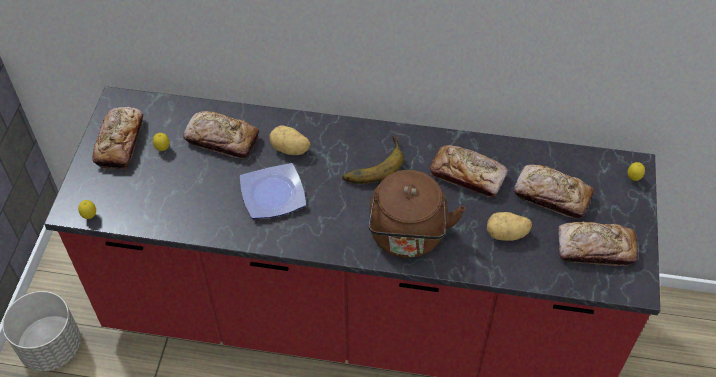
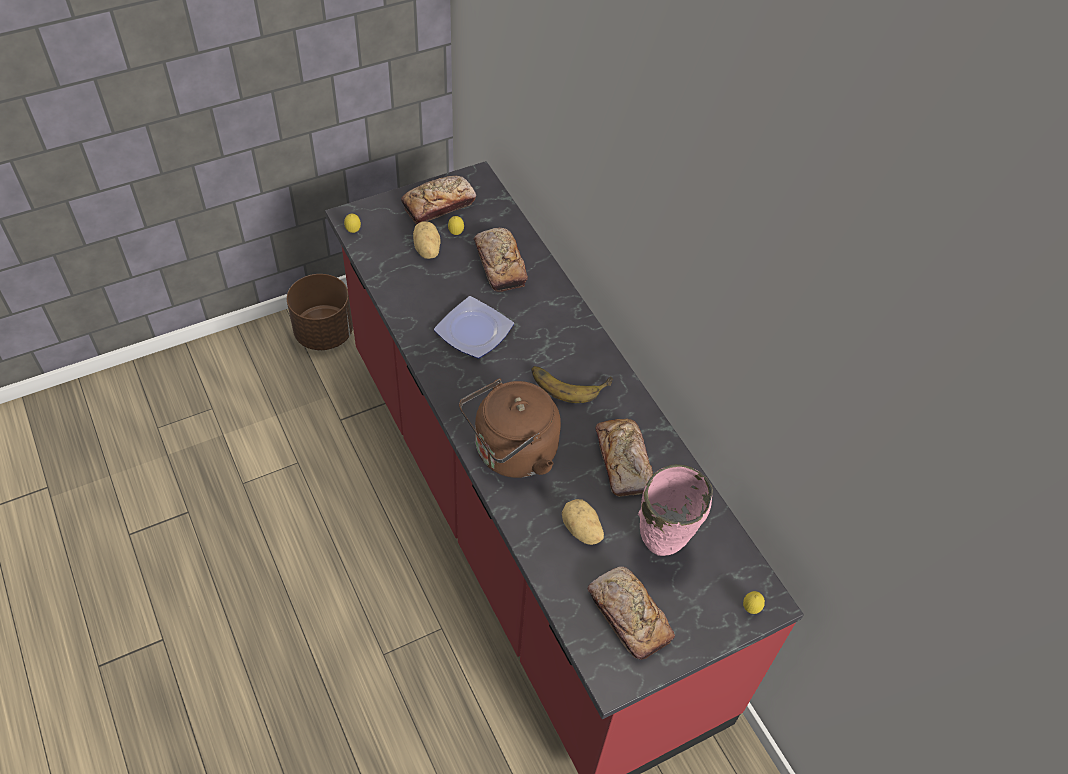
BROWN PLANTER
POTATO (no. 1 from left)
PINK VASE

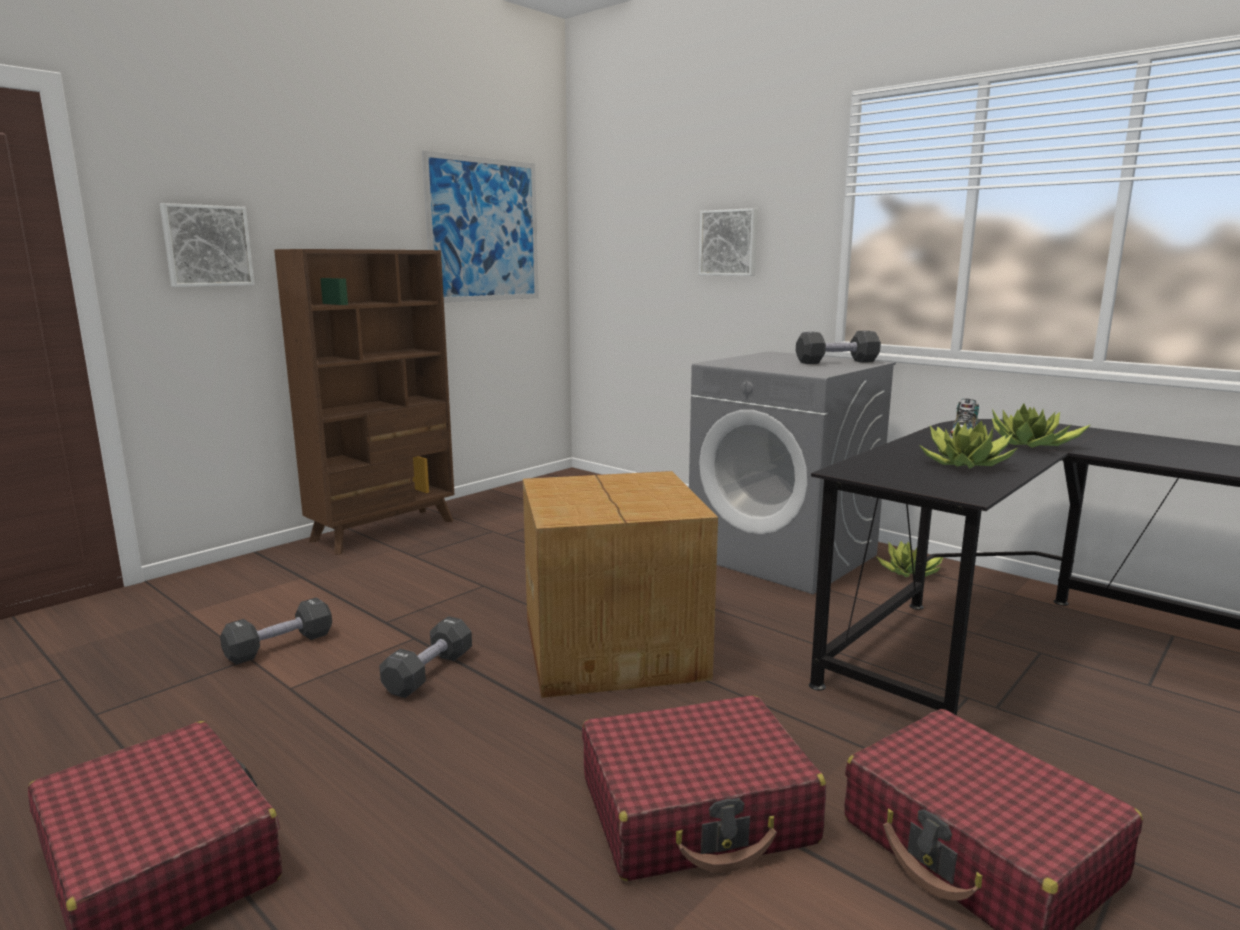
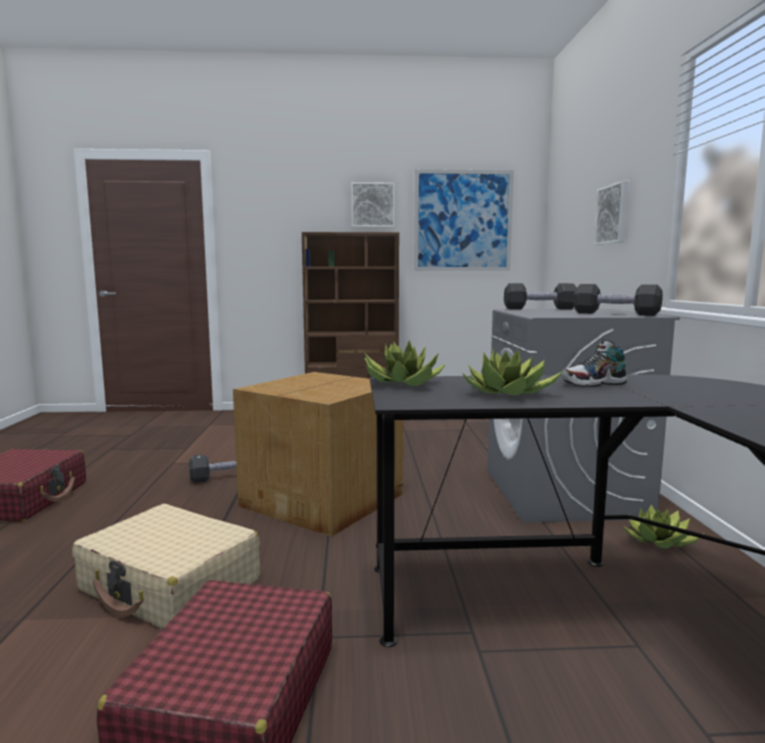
BEIGE SUITCASE
PICTURE (no. 1 from left)
POTTED PLANT (no. 1 from left)
BLACK DUMBBELL (no. 2 from left)

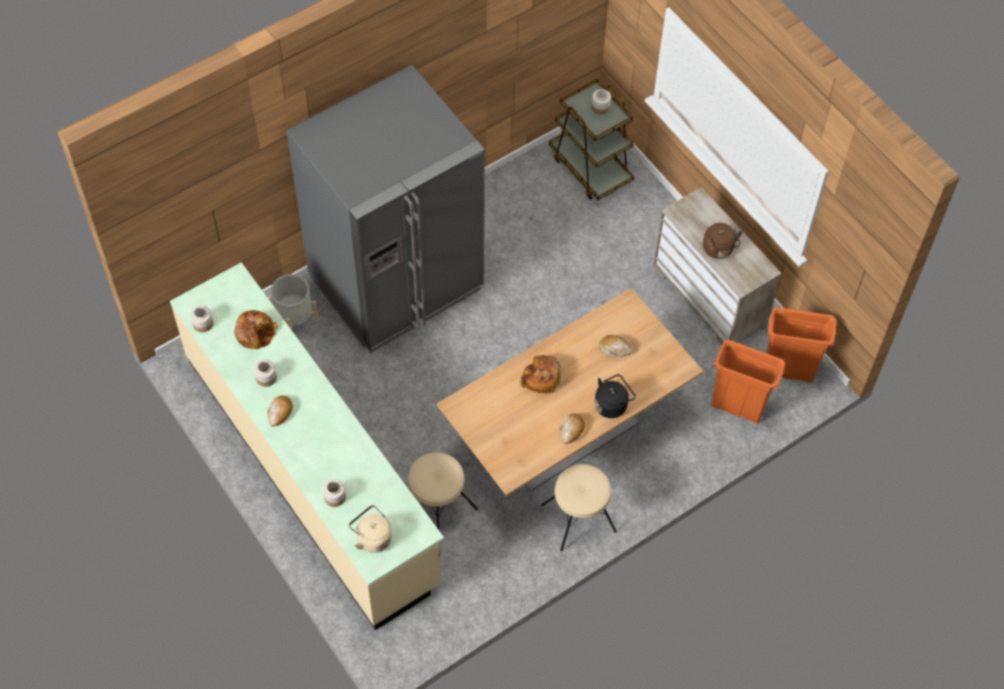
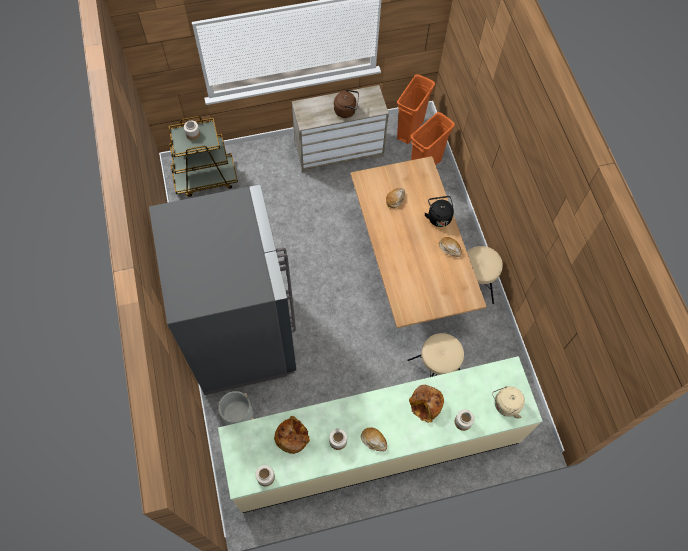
BREAD (no. 4 from left)

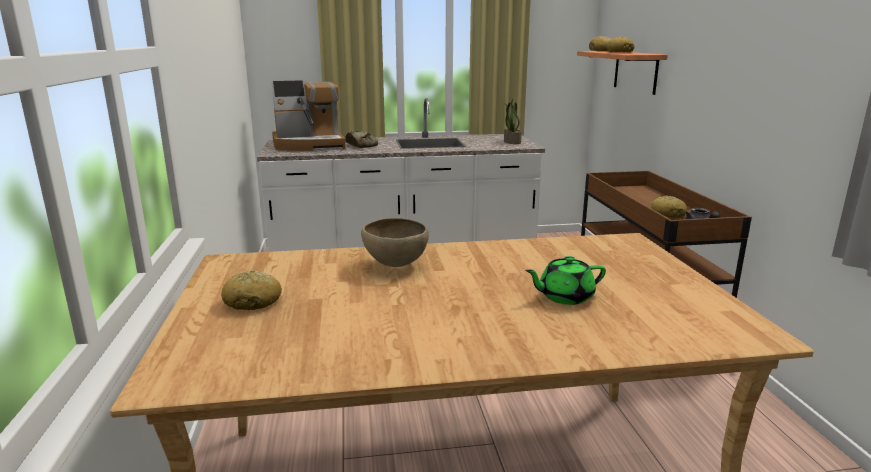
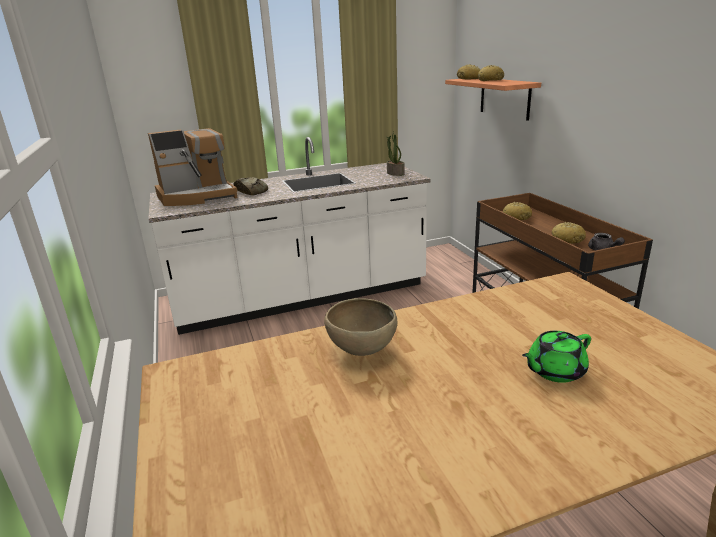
BREAD (no. 4 from left)

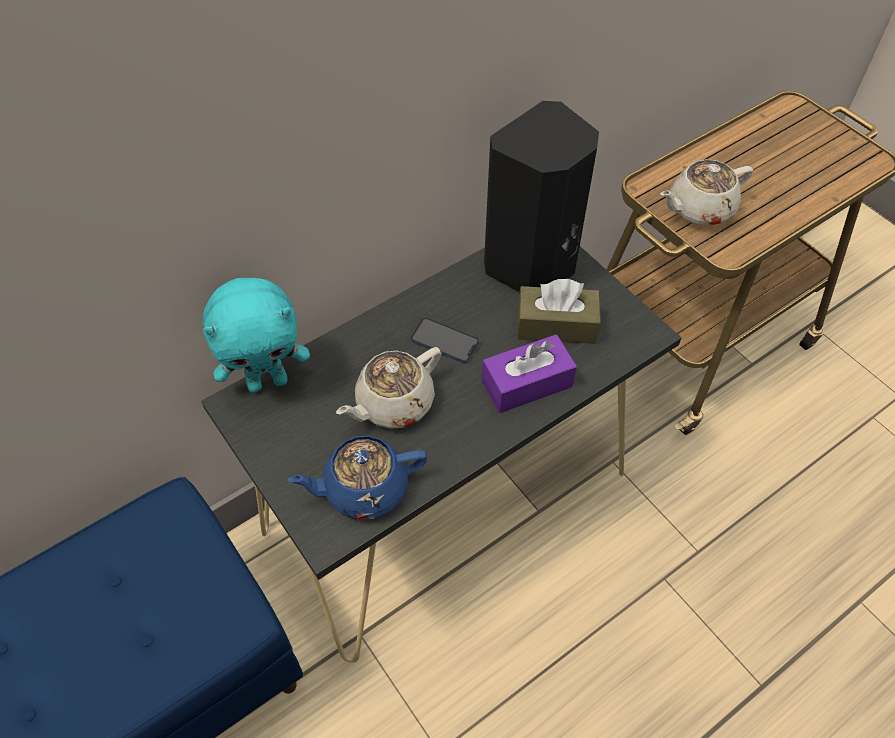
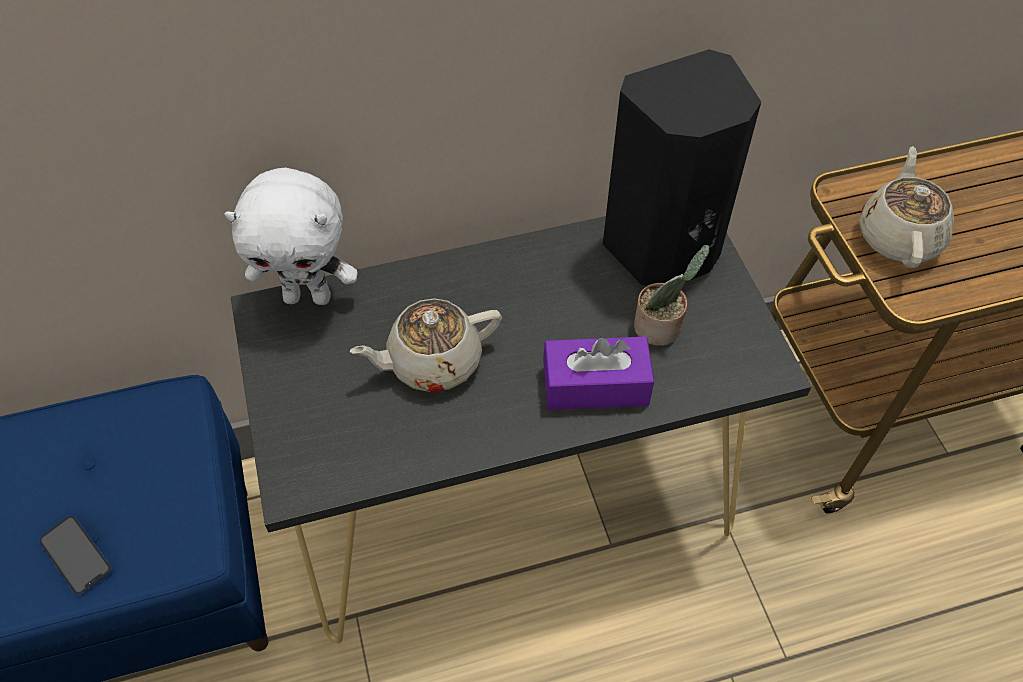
PHONE
WHITE PLUSH TOY
POTTED PLANT
BEIGE TEAPOT (no. 2 from left)
BLUE TEAPOT

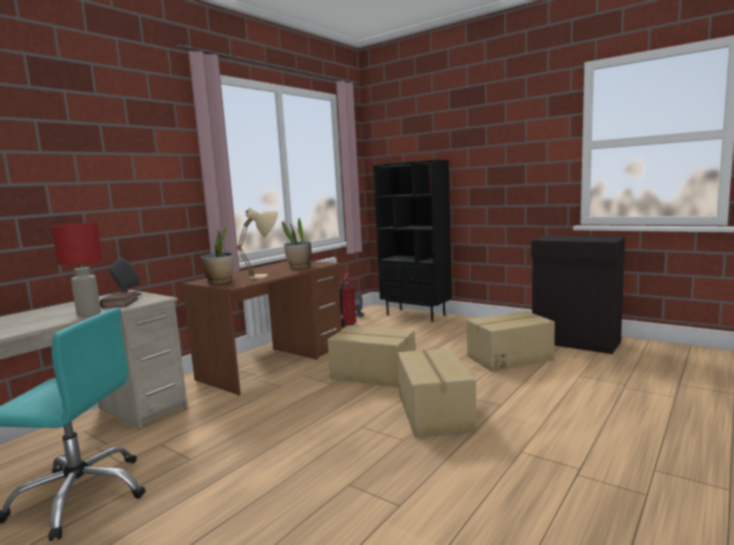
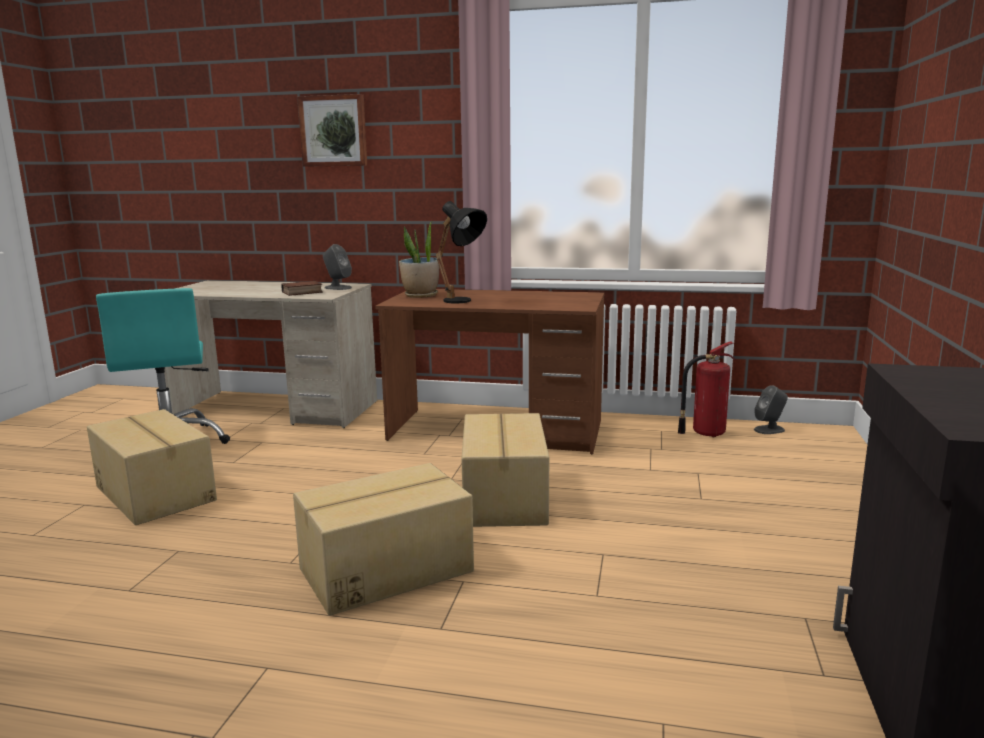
CARDBOARD BOX (no. 1 from left)
PICTURE
BLACK TABLE LAMP
RED TABLE LAMP
POTTED PLANT (no. 2 from left in the first image)
BLACK BOOKCASE

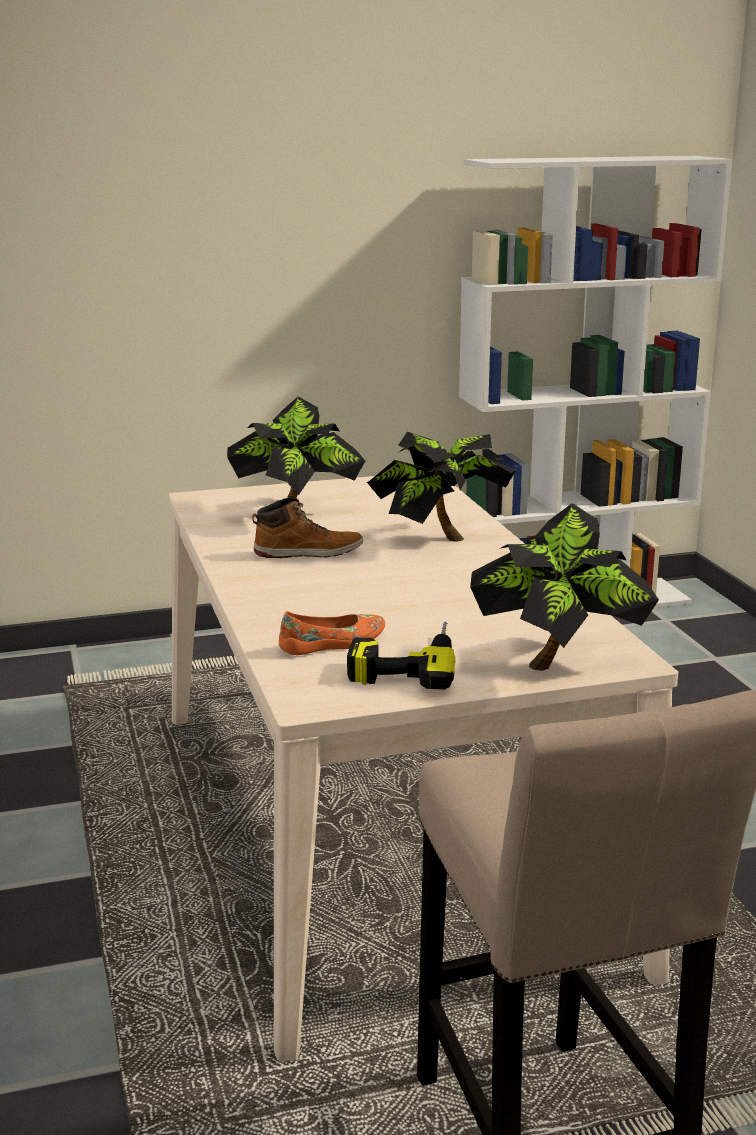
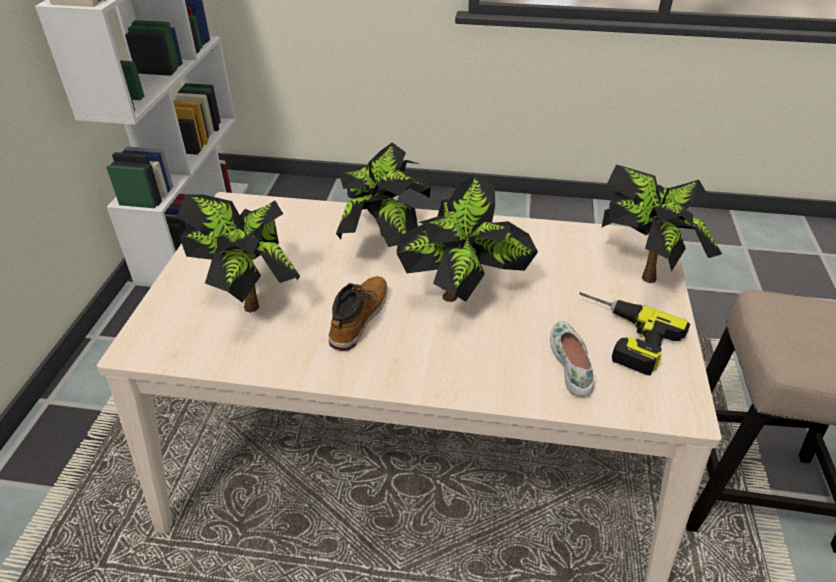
POTTED PLANT (no. 3 from left)
WHITE SHOE

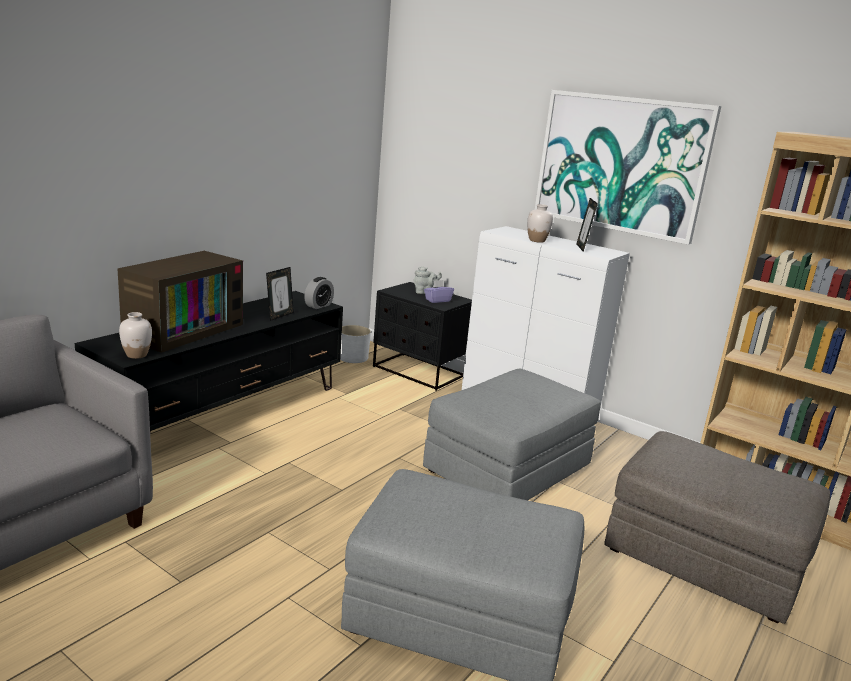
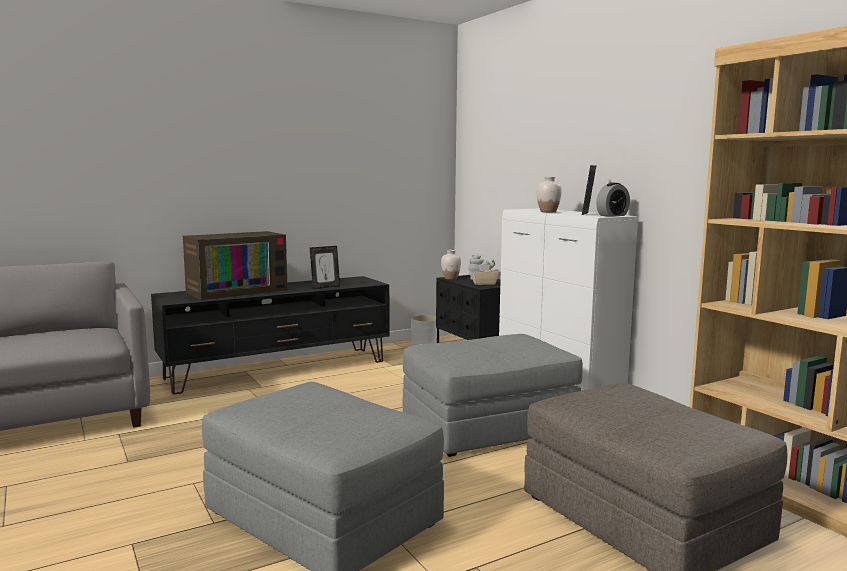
WHITE VASE (no. 1 from left)
BEIGE TISSUE BOX
ALARM CLOCK
PICTURE

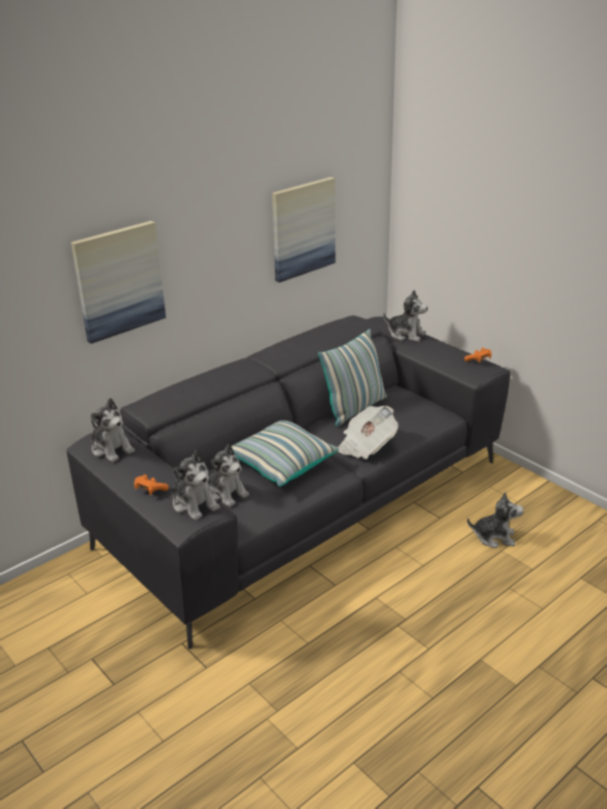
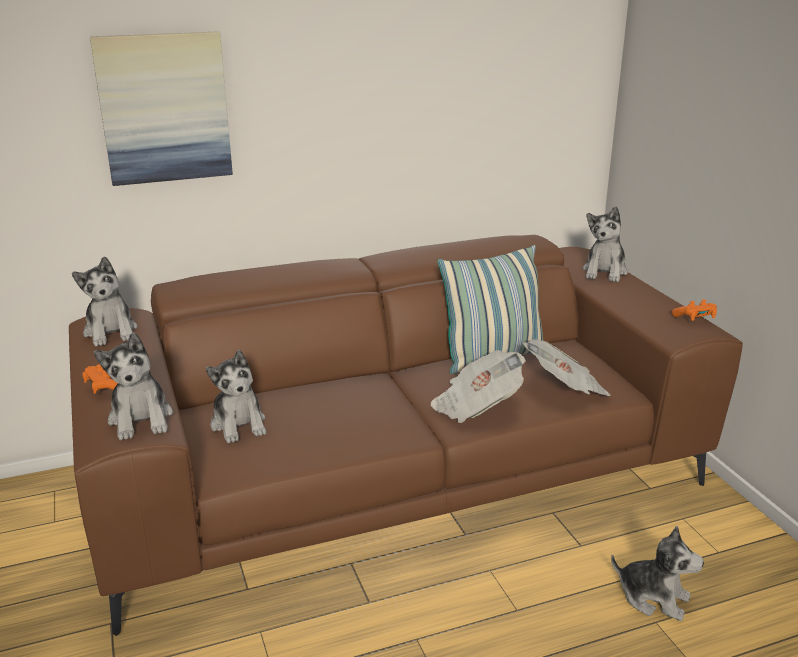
BROWN SOFA
NEWSPAPER (no. 2 from left)
PLUSH TOY (no. 4 from left)
PILLOW (no. 1 from left in the first image)
PICTURE (no. 2 from left in the first image)

